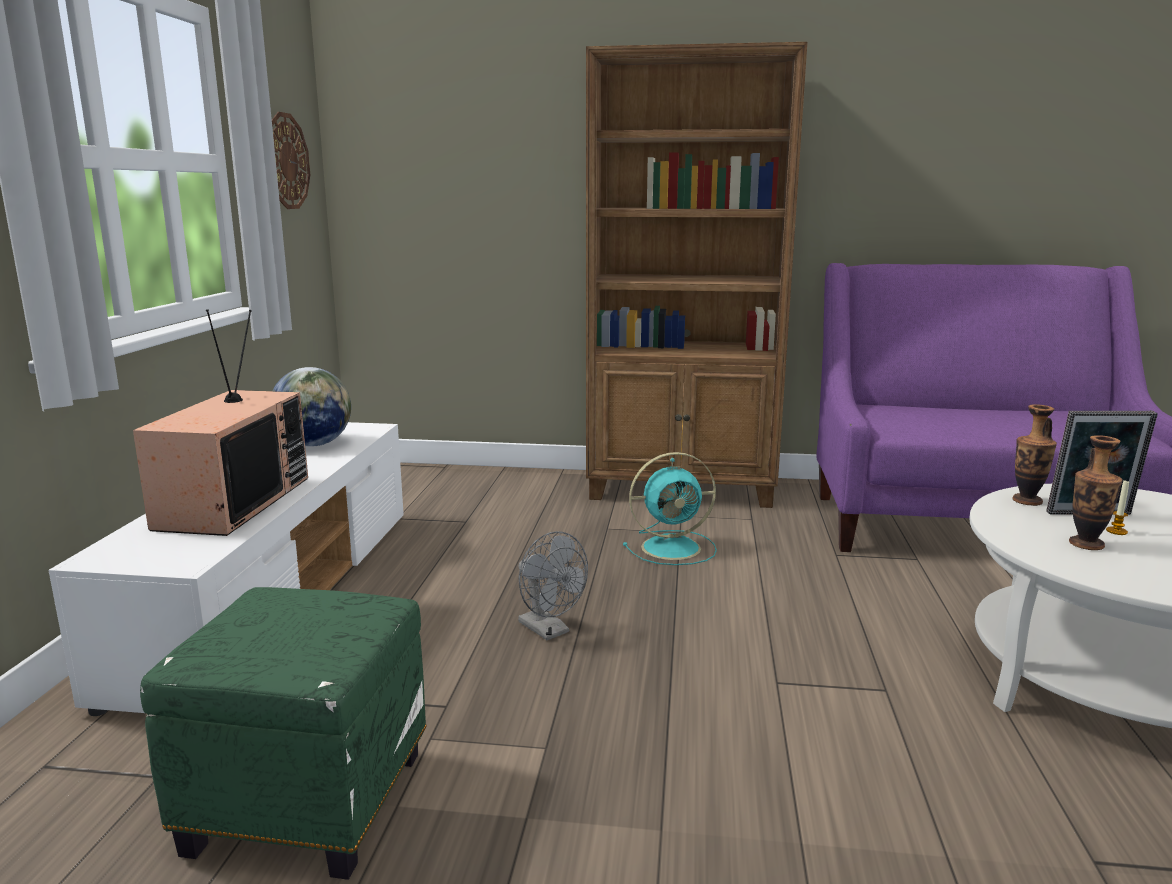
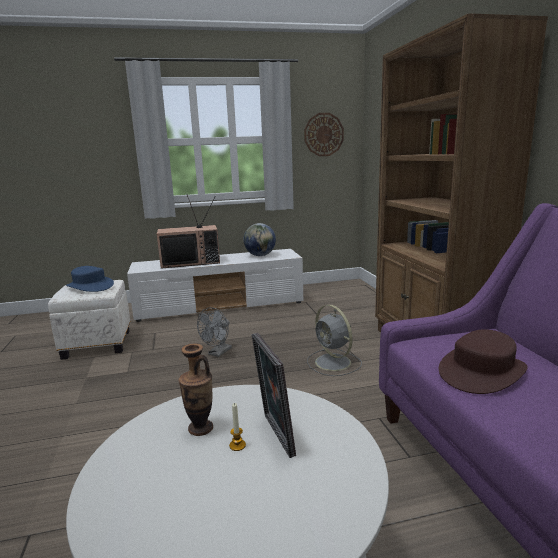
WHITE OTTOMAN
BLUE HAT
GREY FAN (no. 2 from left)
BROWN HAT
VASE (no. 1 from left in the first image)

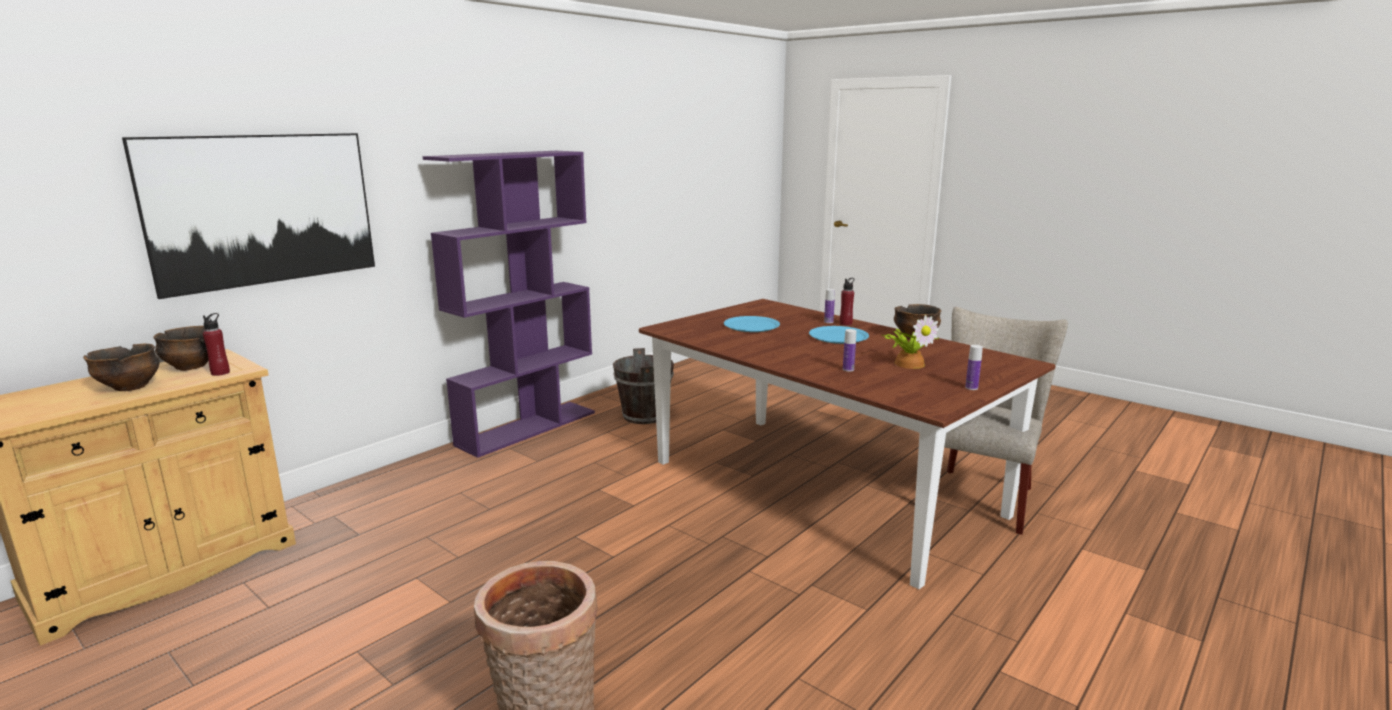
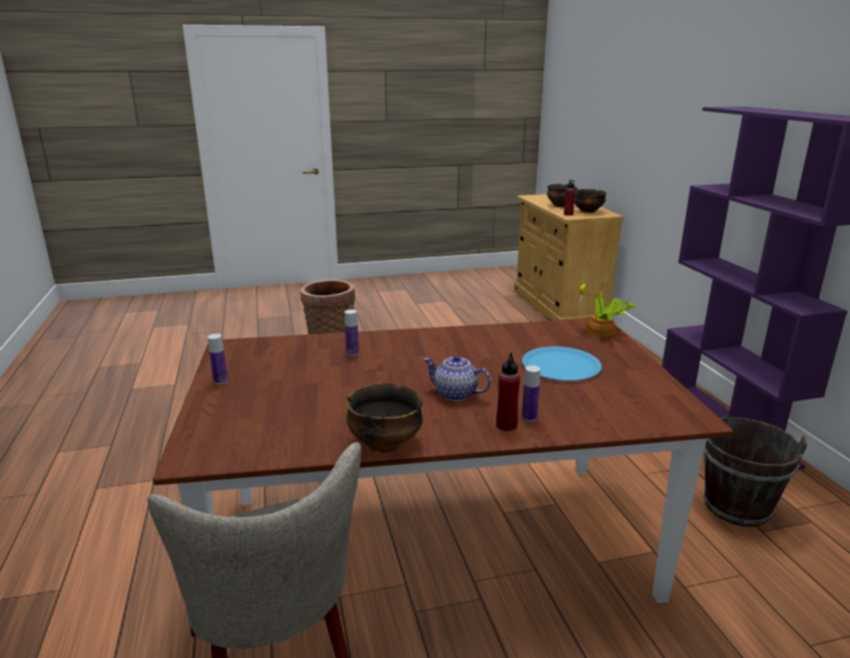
TEAPOT
POTTED PLANT
PICTURE

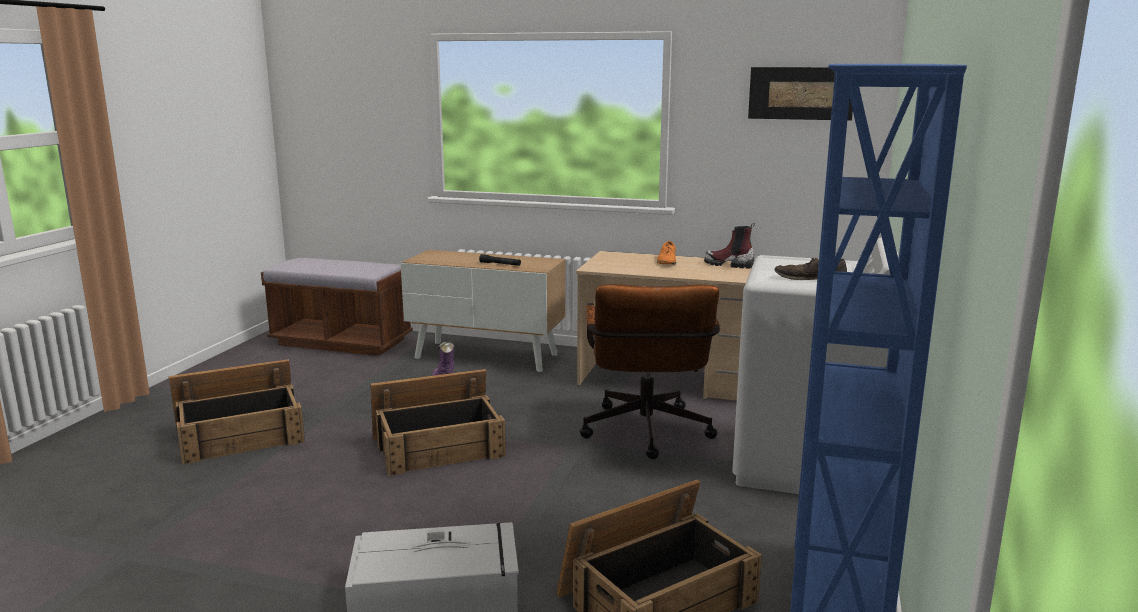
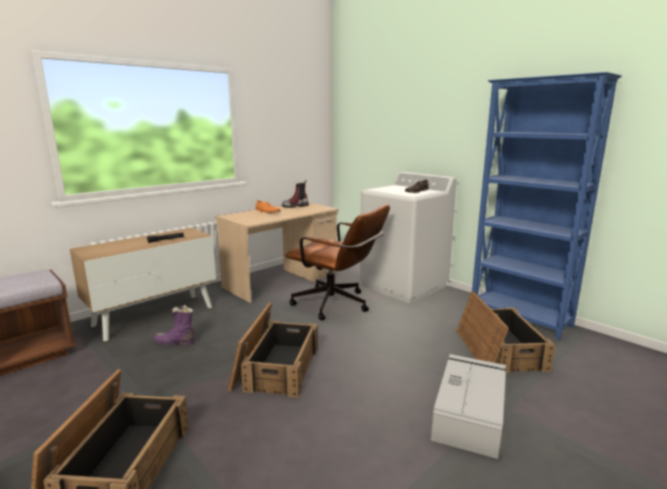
PICTURE

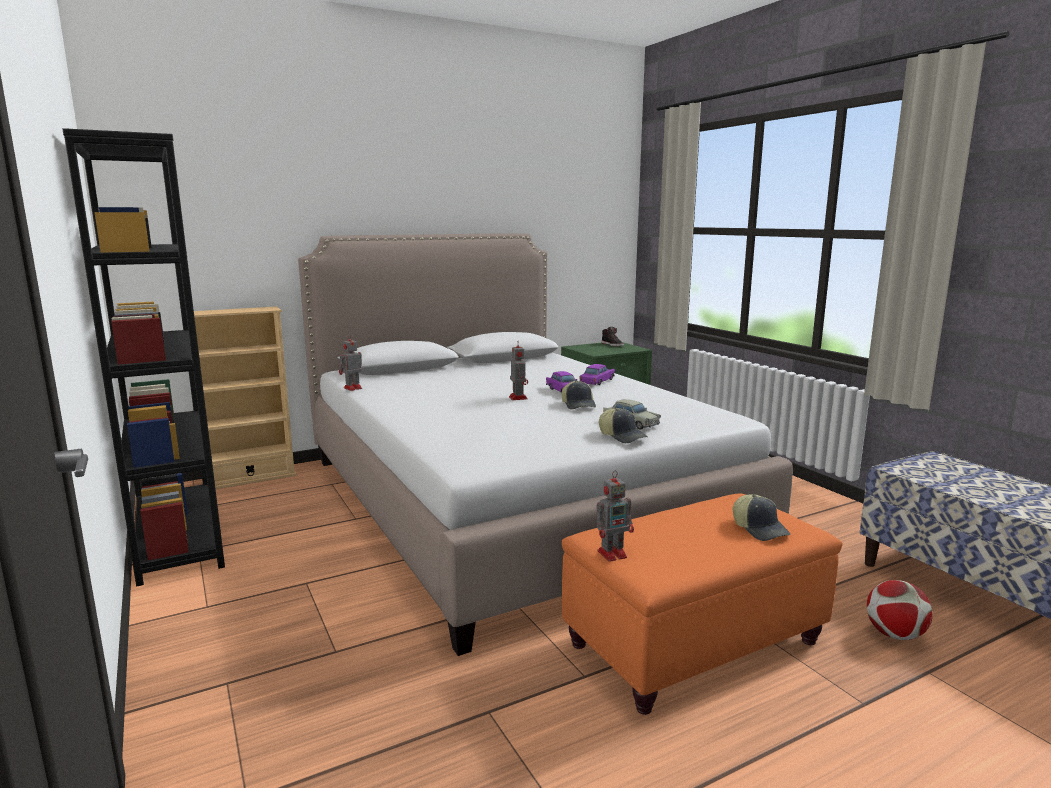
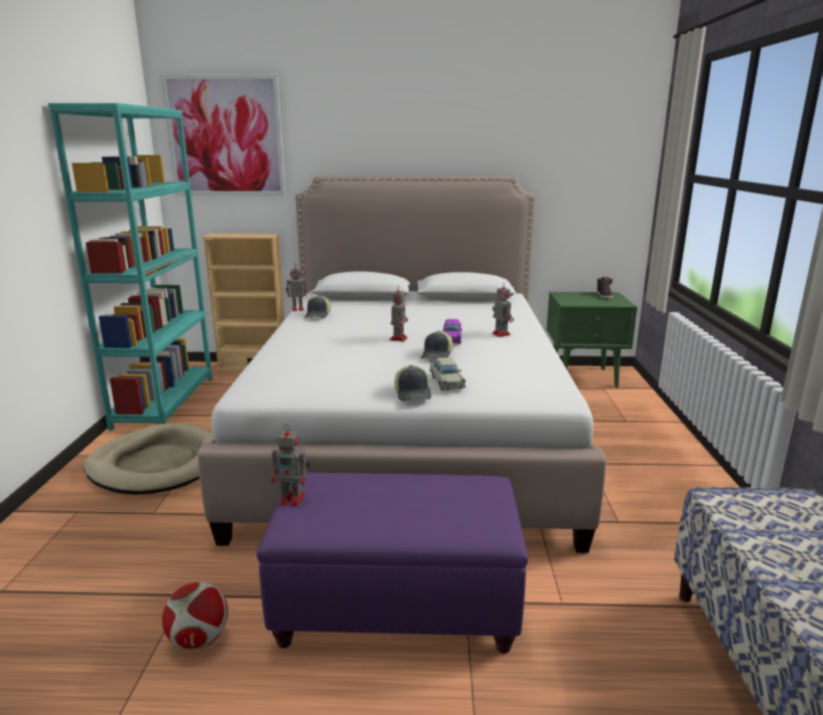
TURQUOISE BOOKCASE
BEIGE DOG BED
PICTURE
FOOTBALL
PURPLE OTTOMAN
CAP (no. 1 from left)
TOY ROBOT (no. 4 from left)

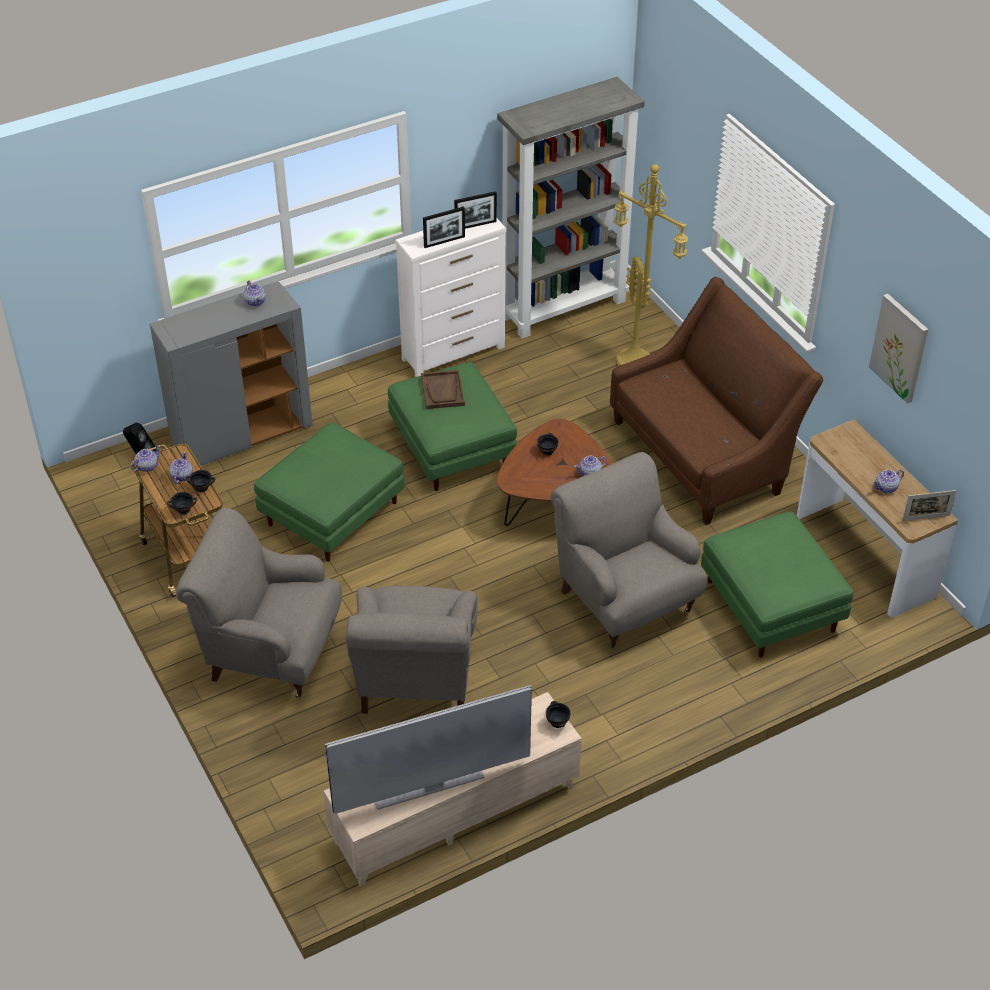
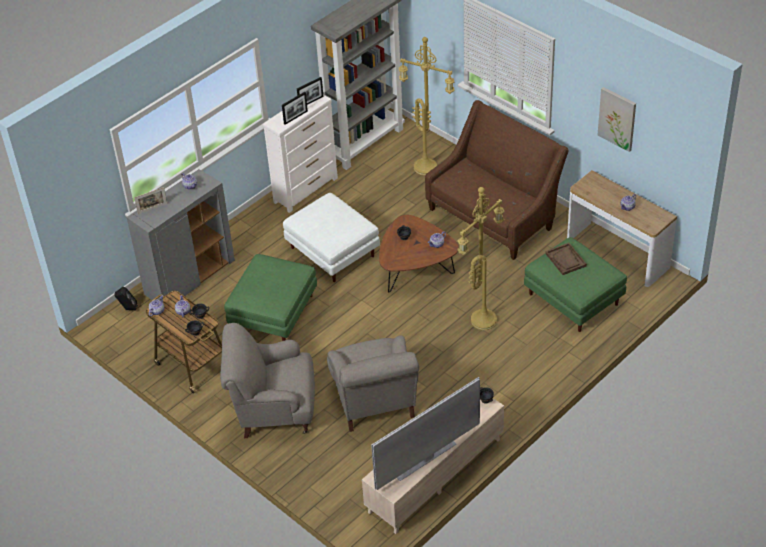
PICTURE FRAME (no. 1 from left)
WHITE OTTOMAN
YELLOW FLOOR LAMP (no. 2 from left)
BROWN TRAY

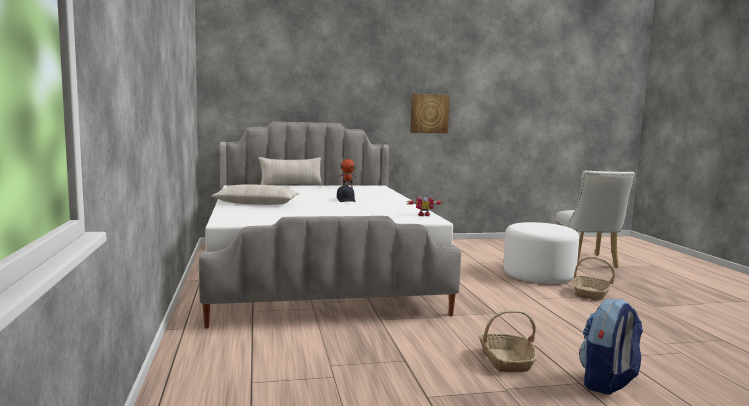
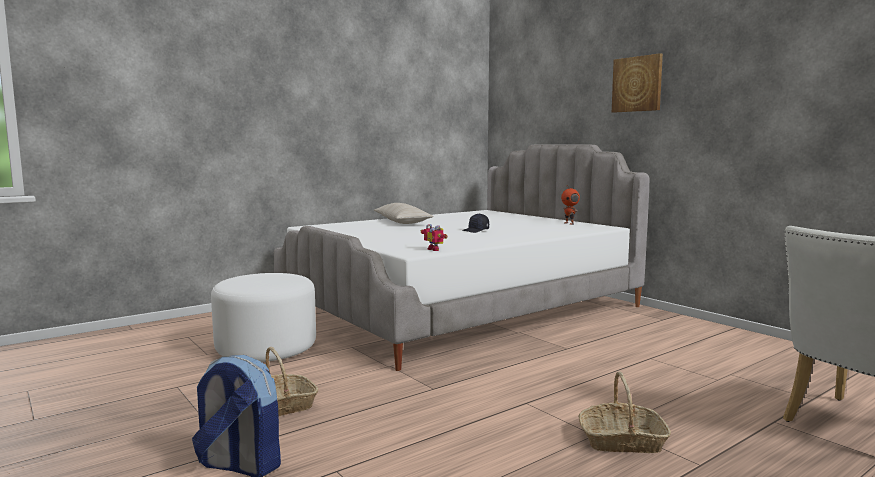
WHITE OTTOMAN
PICTURE
BEIGE PILLOW (no. 2 from left in the first image)

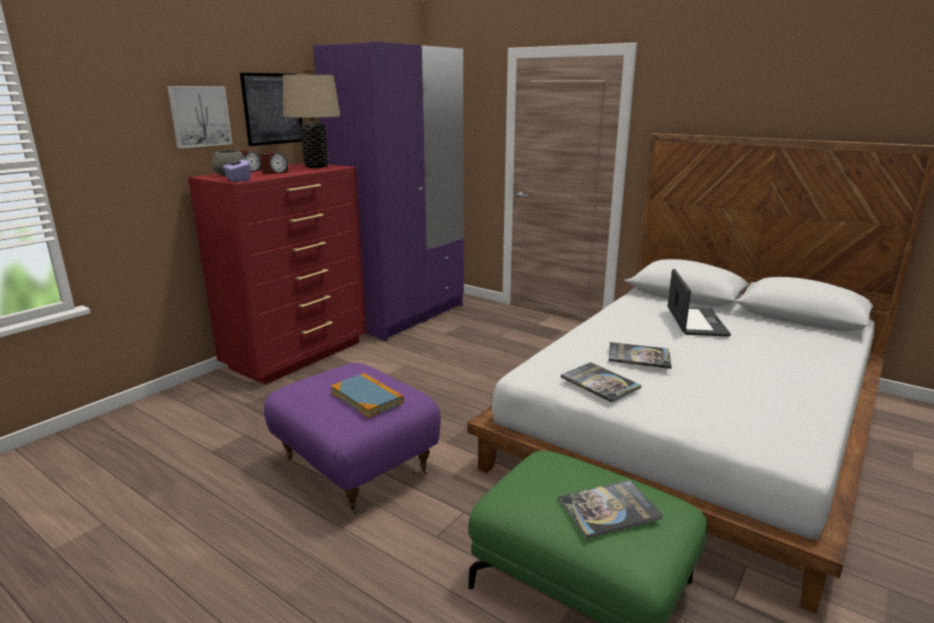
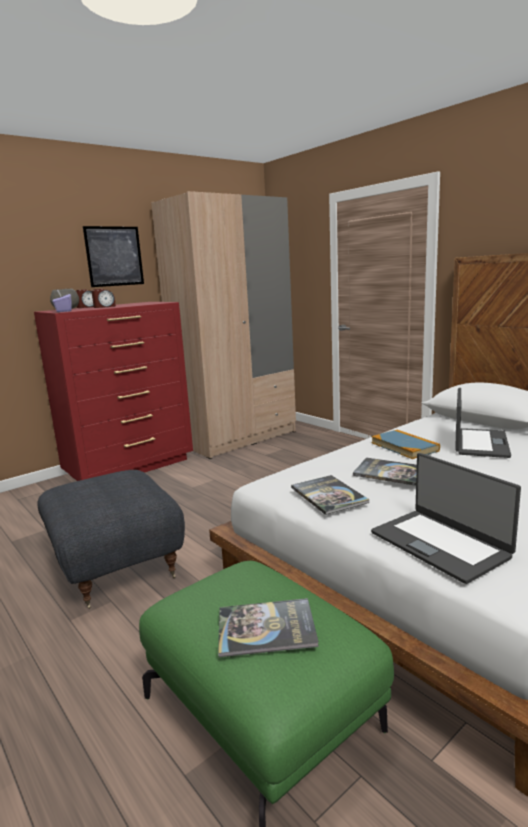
GREY OTTOMAN
BEIGE WARDROBE
LAPTOP (no. 1 from left)
BOOK (no. 4 from left)
PICTURE (no. 1 from left in the first image)
BEIGE TABLE LAMP

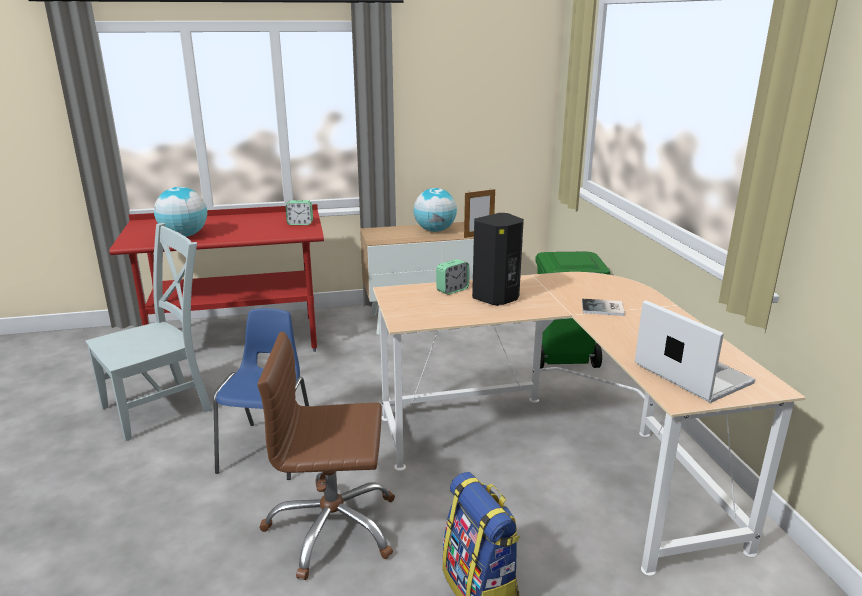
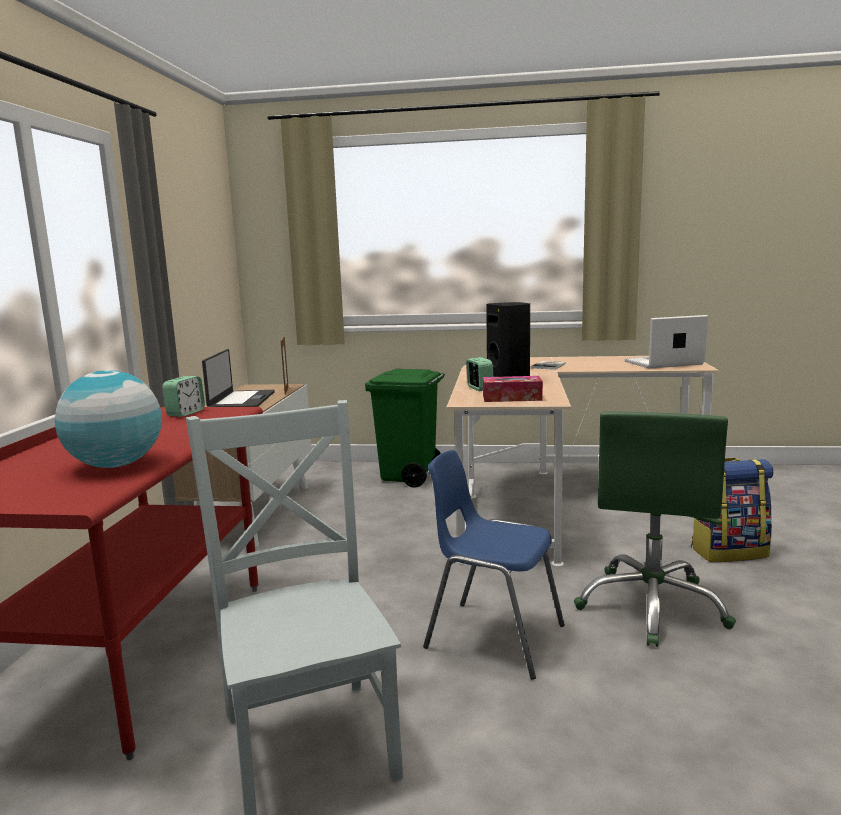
LAPTOP (no. 1 from left)
TISSUE BOX
GREEN OFFICE CHAIR

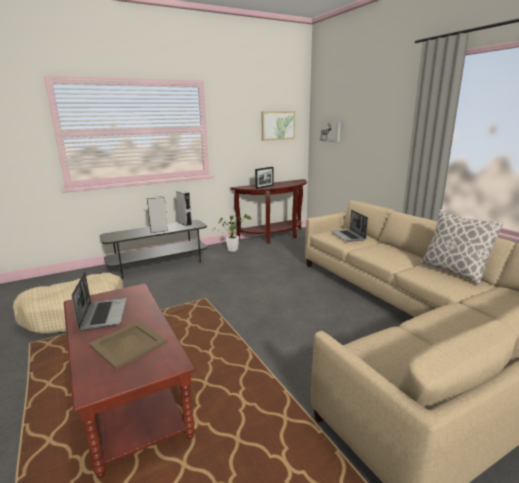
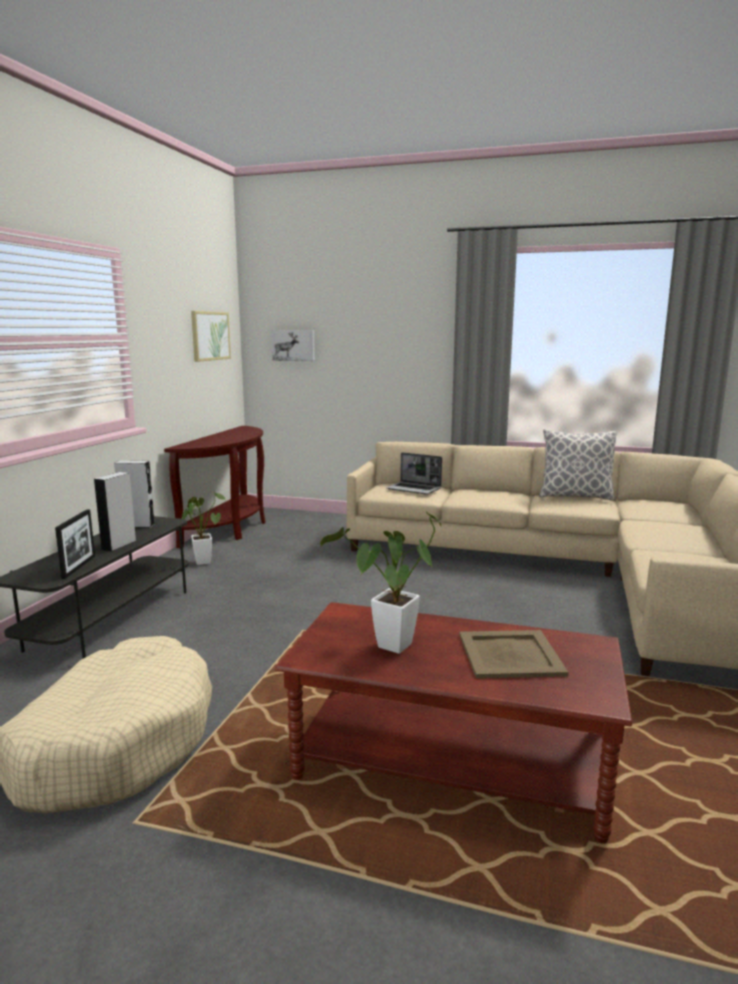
PICTURE FRAME
POTTED PLANT (no. 2 from left)

